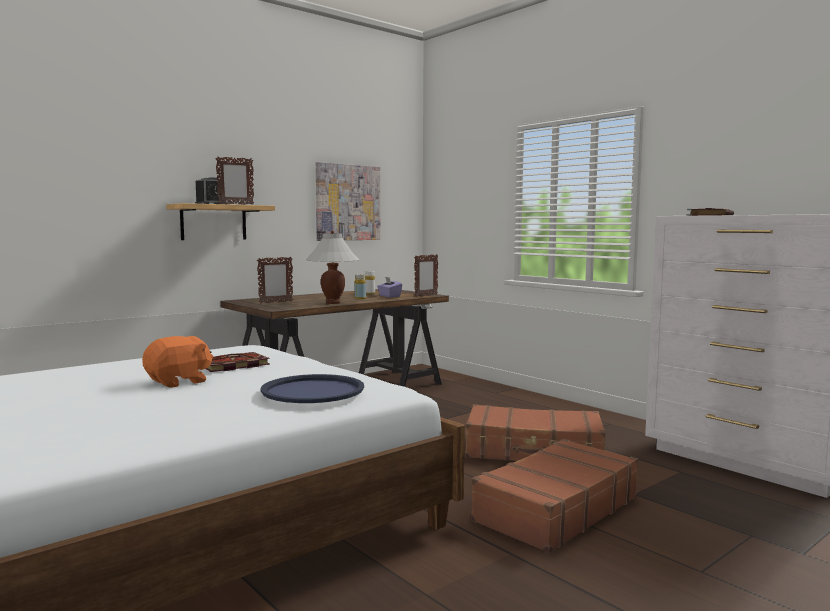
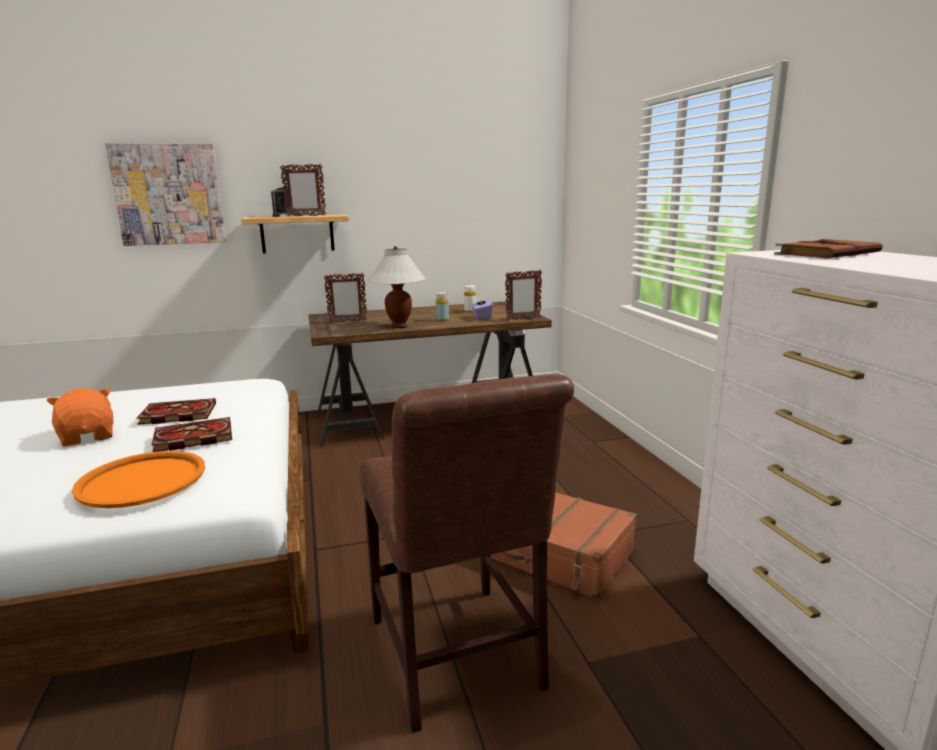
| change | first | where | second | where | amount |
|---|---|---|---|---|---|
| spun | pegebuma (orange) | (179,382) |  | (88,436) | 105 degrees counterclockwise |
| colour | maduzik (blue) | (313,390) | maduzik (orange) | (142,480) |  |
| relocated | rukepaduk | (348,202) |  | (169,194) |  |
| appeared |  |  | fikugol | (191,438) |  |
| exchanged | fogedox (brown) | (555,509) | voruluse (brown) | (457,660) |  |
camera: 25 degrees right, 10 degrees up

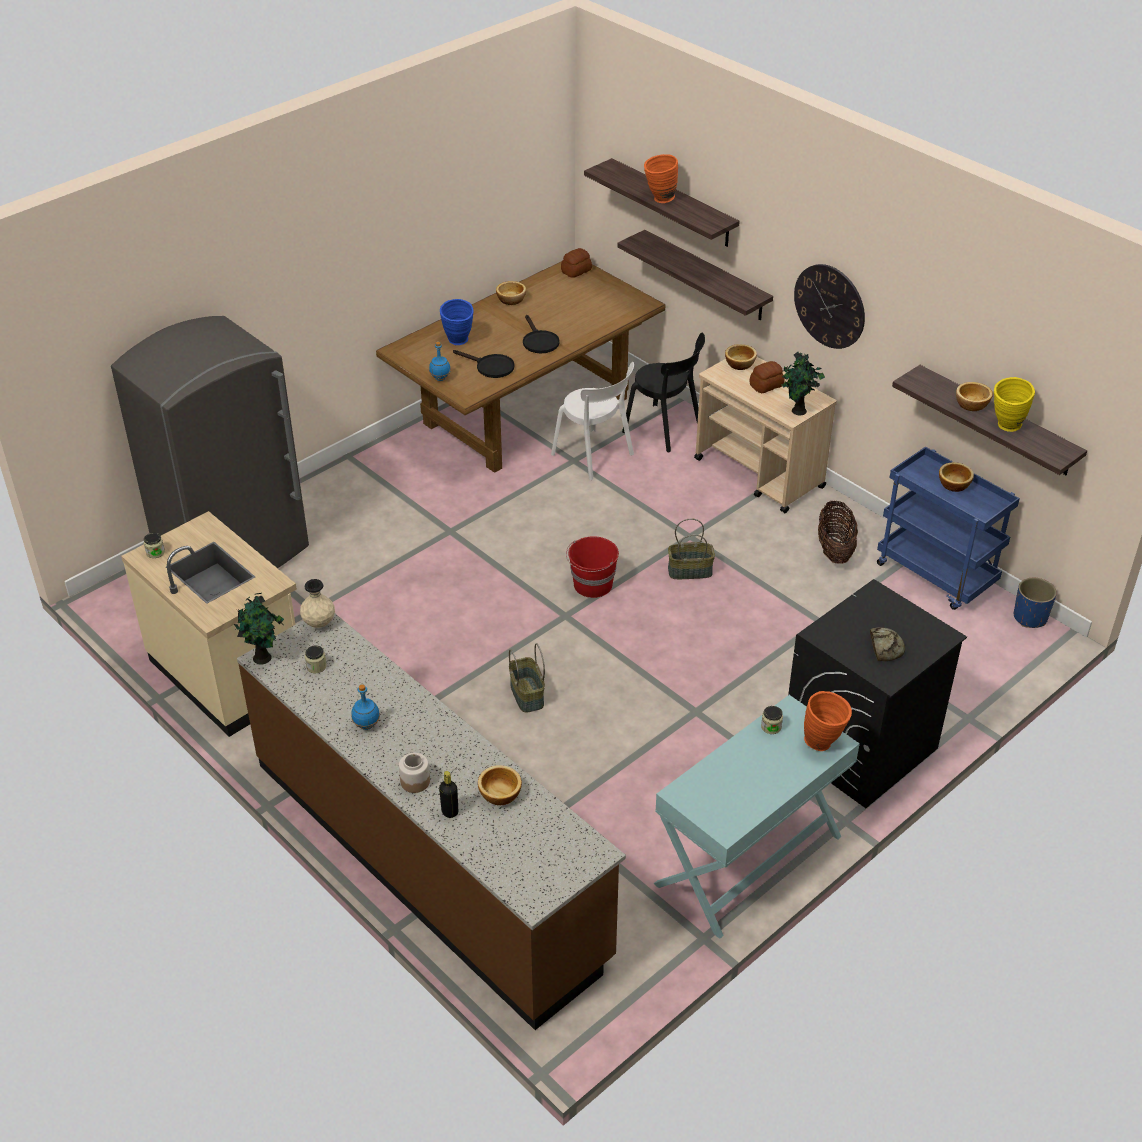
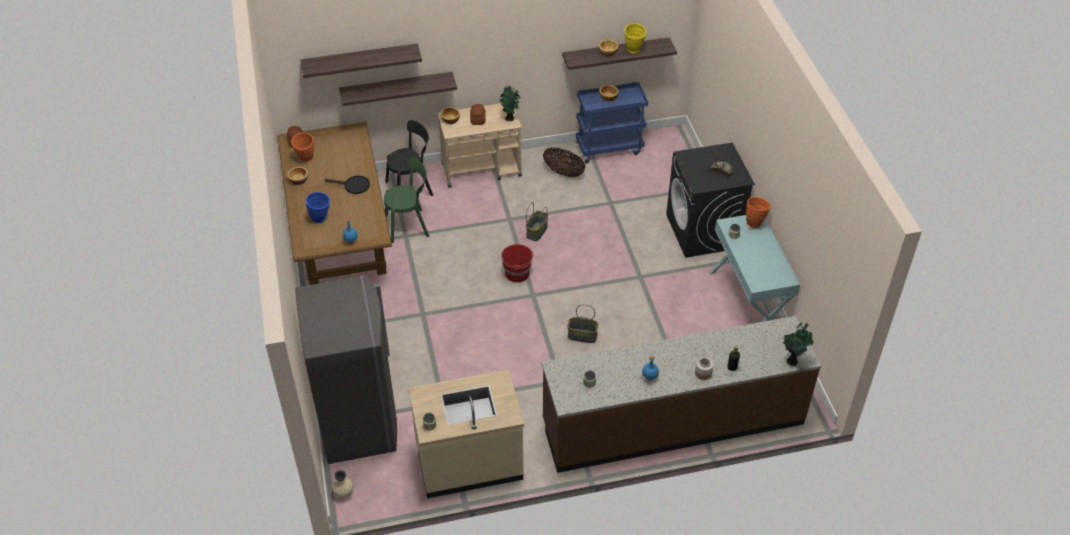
| change | first | where | second | where | amount |
|---|---|---|---|---|---|
| relocated | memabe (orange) | (659,199) |  | (306,160) |  |
| relocated | memabe (beige) | (319,623) |  | (344,493) |  |
| colour | voruluse (white) | (595,456) | voruluse (green) | (409,225) |  |
| relocated | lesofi | (264,658) |  | (792,361) |  |
| missing | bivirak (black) | (490,367) |  |  |  |
| missing | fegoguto | (499,794) |  |  |  |
| missing | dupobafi | (829,306) |  |  |  |
| missing | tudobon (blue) | (1030,617) |  |  |  |
camera: 60 degrees left, 5 degrees up

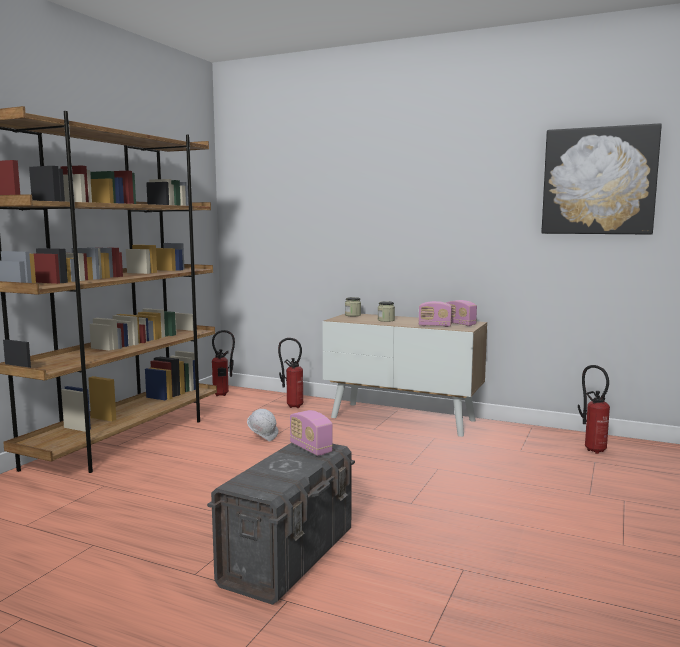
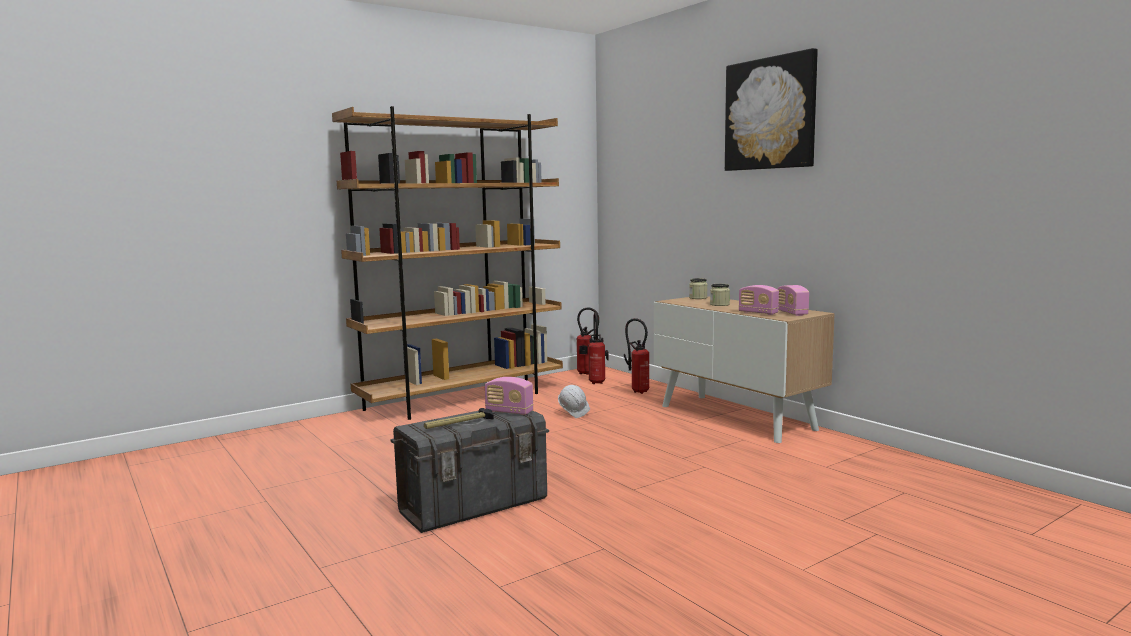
| change | first | where | second | where | amount |
|---|---|---|---|---|---|
| appeared |  |  | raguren | (459,424) |  |
| spun | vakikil | (310,448) |  | (509,412) | 60 degrees counterclockwise |
| relocated | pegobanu | (593,449) |  | (597,382) |  |
| relocated | rukepaduk | (598,181) |  | (770,114) |  |
camera: 30 degrees right, 0 degrees up

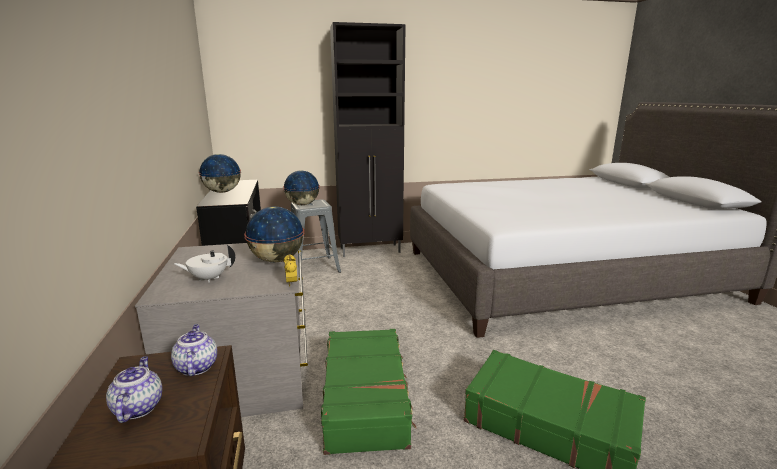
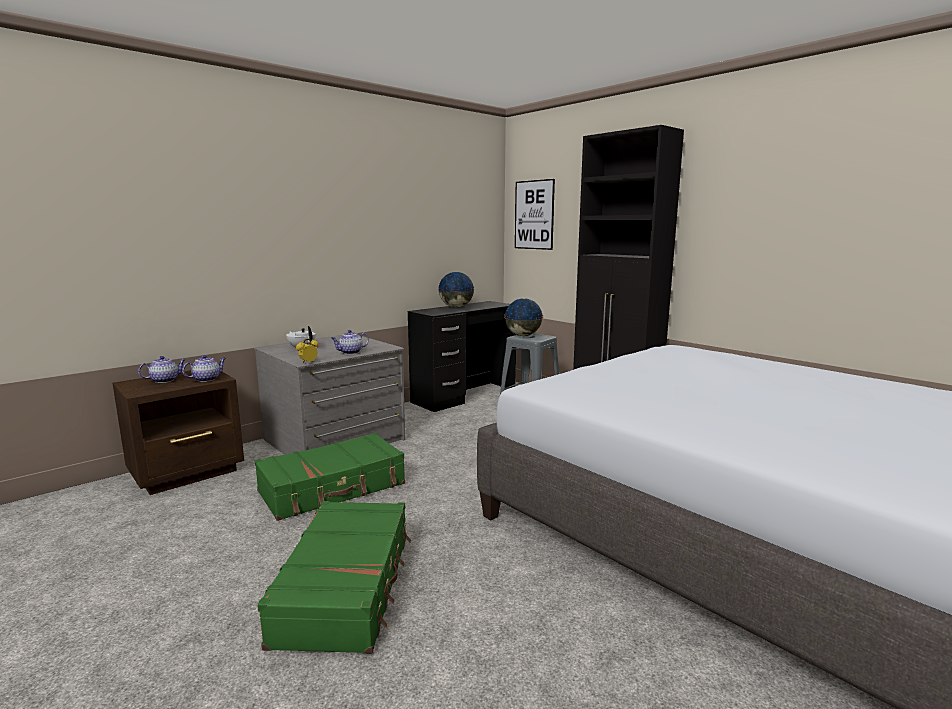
| change | first | where | second | where | amount |
|---|---|---|---|---|---|
| exchanged | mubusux | (277,260) | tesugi | (350,352) |  |
| appeared |  |  | rukepaduk | (534,215) |  |
camera: 60 degrees right, 5 degrees down

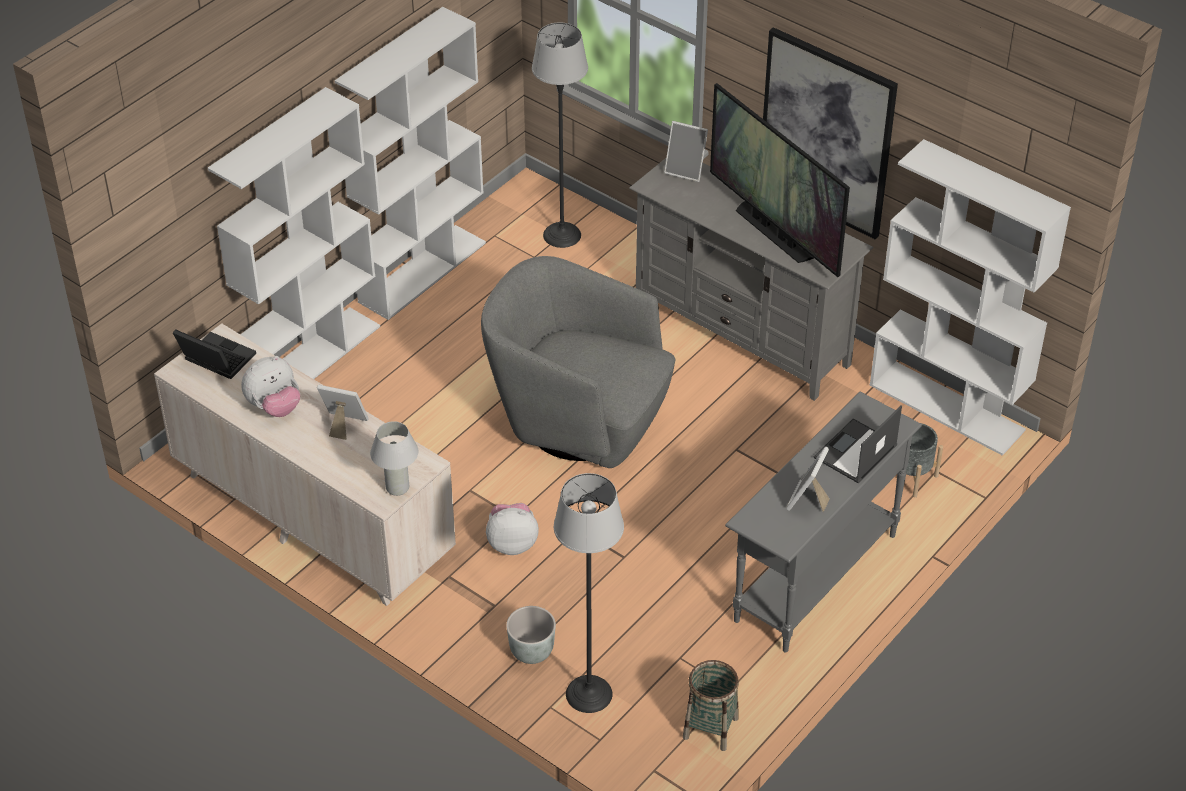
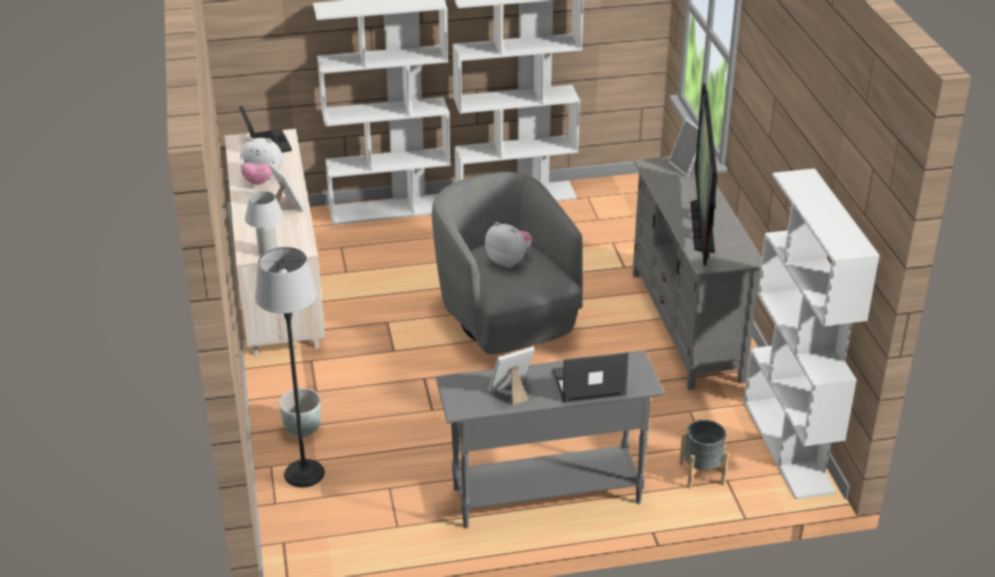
| change | first | where | second | where | amount |
|---|---|---|---|---|---|
| relocated | pegebuma | (512,543) |  | (509,261) |  |
| missing | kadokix | (561,234) |  |  |  |
| missing | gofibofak | (710,728) |  |  |  |
| missing | rukepaduk | (827,133) |  |  |  |
camera: 40 degrees right, 10 degrees down

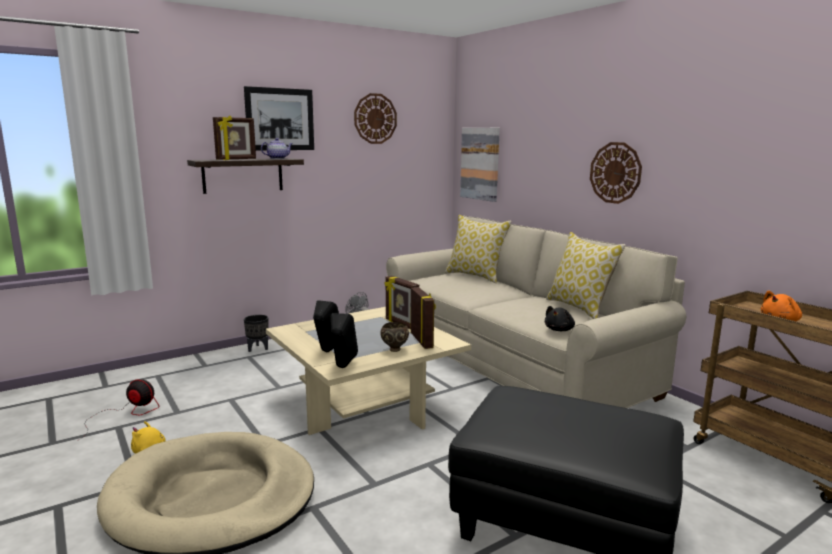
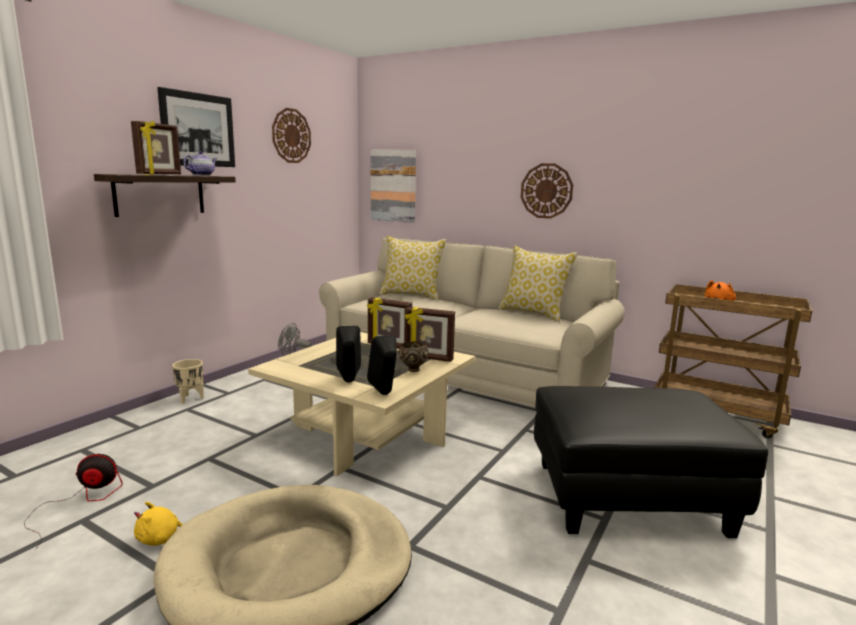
| change | first | where | second | where | amount |
|---|---|---|---|---|---|
| colour | tudobon (black) | (258,348) | tudobon (beige) | (190,398) |  |
| spun | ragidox | (422,340) |  | (428,358) | 150 degrees clockwise |
| missing | pegebuma (black) | (559,330) |  |  |  |
camera: 25 degrees left, 0 degrees up

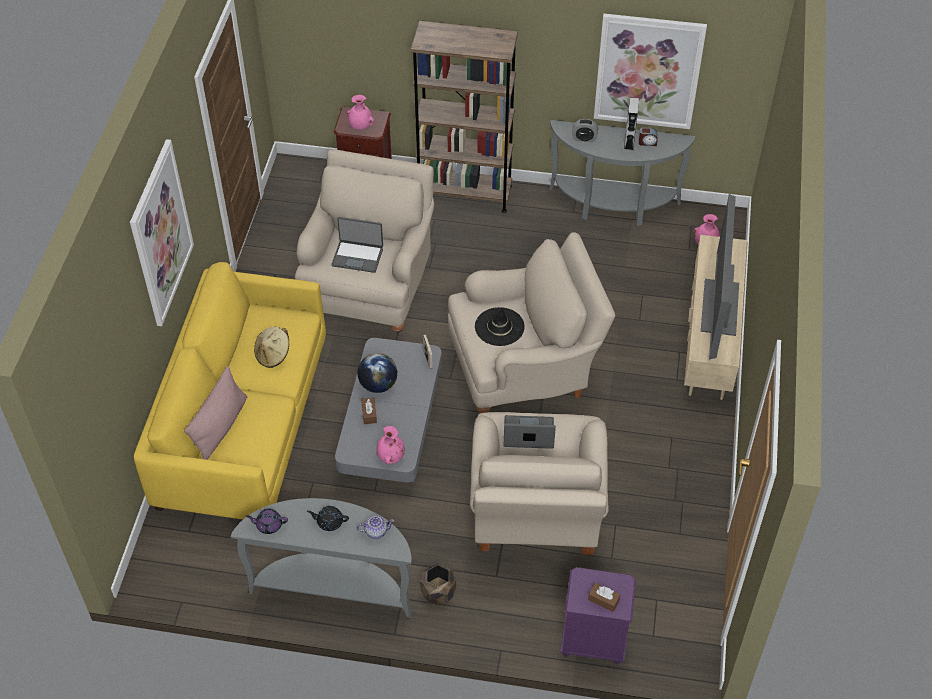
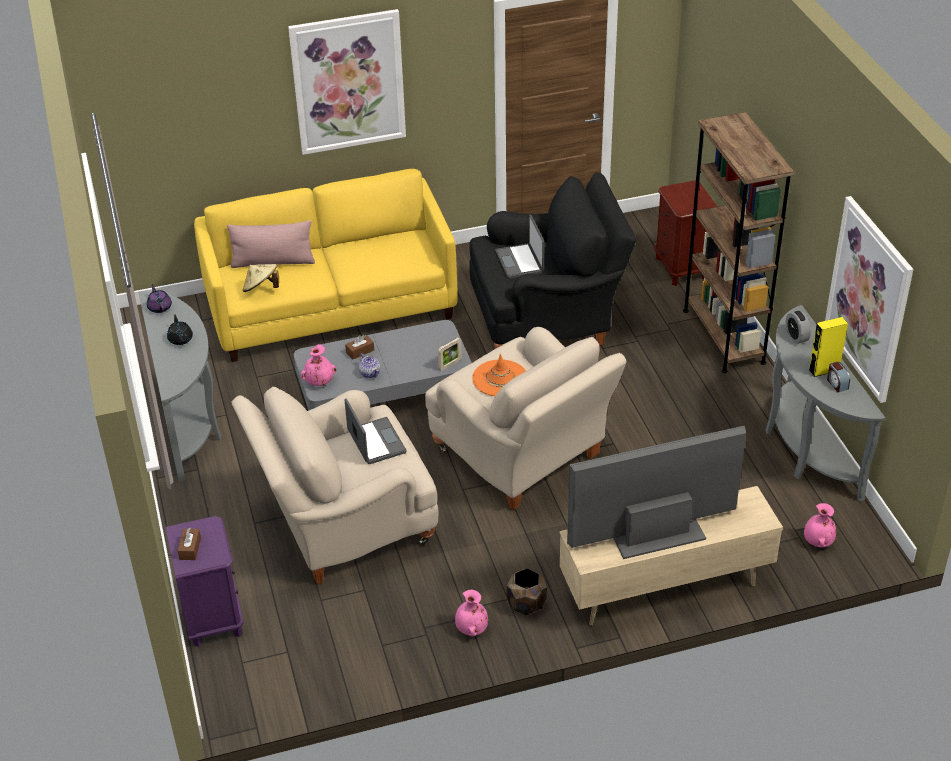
| change | first | where | second | where | amount |
|---|---|---|---|---|---|
| relocated | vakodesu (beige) | (273,355) |  | (261,288) |  |
| relocated | tesugi | (375,531) |  | (370,373) |  |
| relocated | memabe (pink) | (360,126) |  | (471,628) |  |
| colour | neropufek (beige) | (370,285) | neropufek (black) | (548,319) |  |
| colour | vakodesu (black) | (499,327) | vakodesu (orange) | (500,378) |  |
| relocated | tudobon (brown) | (438,593) |  | (526,604) |  |
| colour | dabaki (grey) | (629,142) | dabaki (yellow) | (824,370) |  |
| missing | mubusux | (378,385) |  |  |  |
camera: 65 degrees right, 10 degrees down

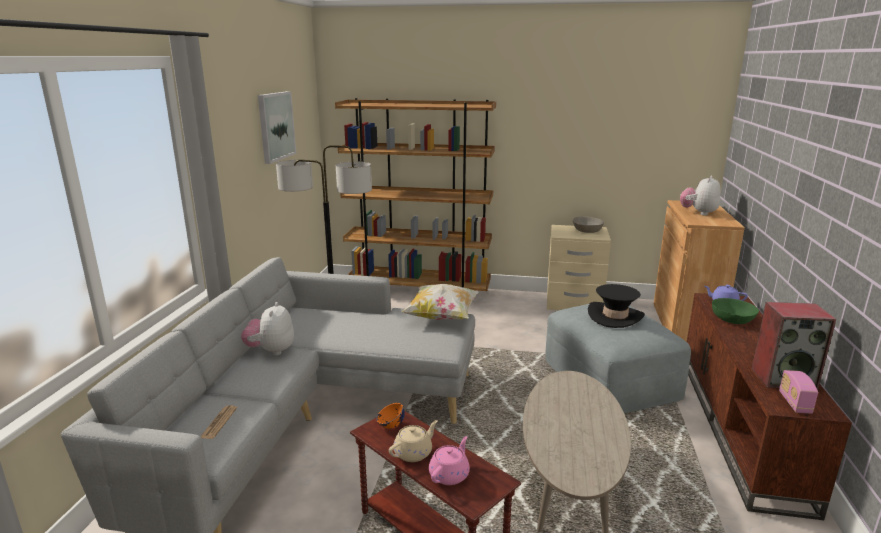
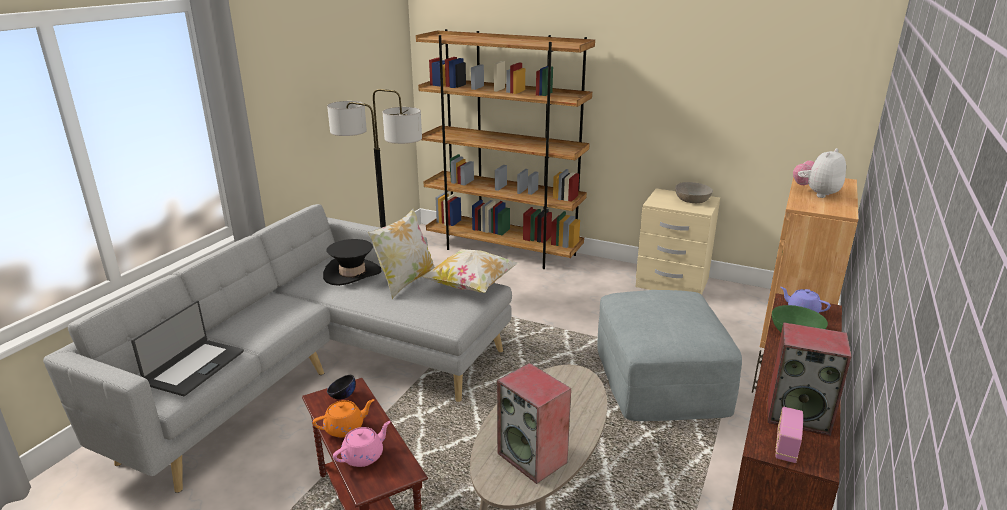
| change | first | where | second | where | amount |
|---|---|---|---|---|---|
| exchanged | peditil | (219,423) | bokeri | (194,367) |  |
| colour | tesugi (beige) | (414,453) | tesugi (orange) | (345,428) |  |
| relocated | vakodesu (black) | (615,316) |  | (352,274) |  |
| colour | fegoguto (orange) | (390,425) | fegoguto (black) | (342,396) |  |
| appeared |  |  | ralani | (405,282) |  |
| appeared |  |  | dabaki | (533,458) |  |
| missing | pegebuma | (271,351) |  |  |  |
| missing | rukepaduk | (276,126) |  |  |  |
camera: 15 degrees right, 5 degrees up

